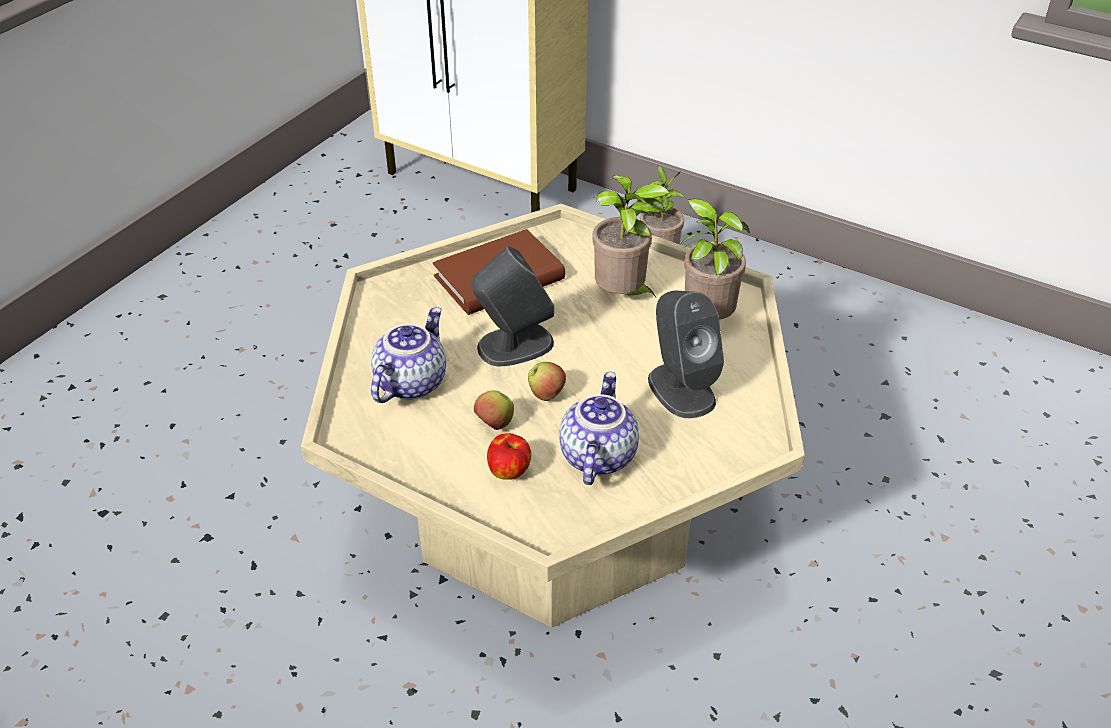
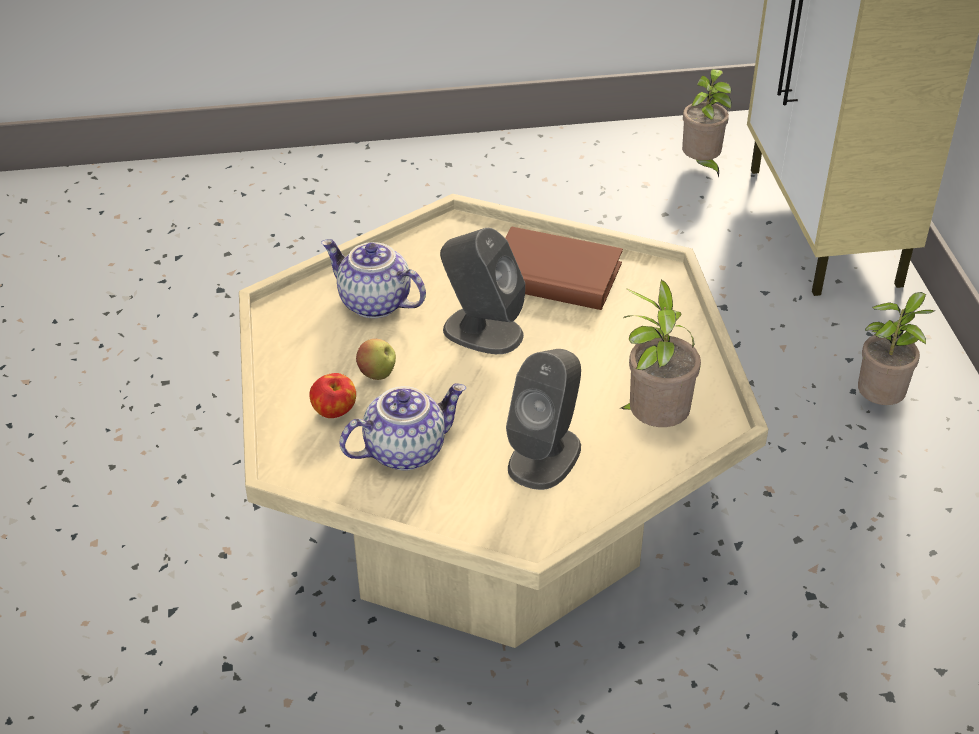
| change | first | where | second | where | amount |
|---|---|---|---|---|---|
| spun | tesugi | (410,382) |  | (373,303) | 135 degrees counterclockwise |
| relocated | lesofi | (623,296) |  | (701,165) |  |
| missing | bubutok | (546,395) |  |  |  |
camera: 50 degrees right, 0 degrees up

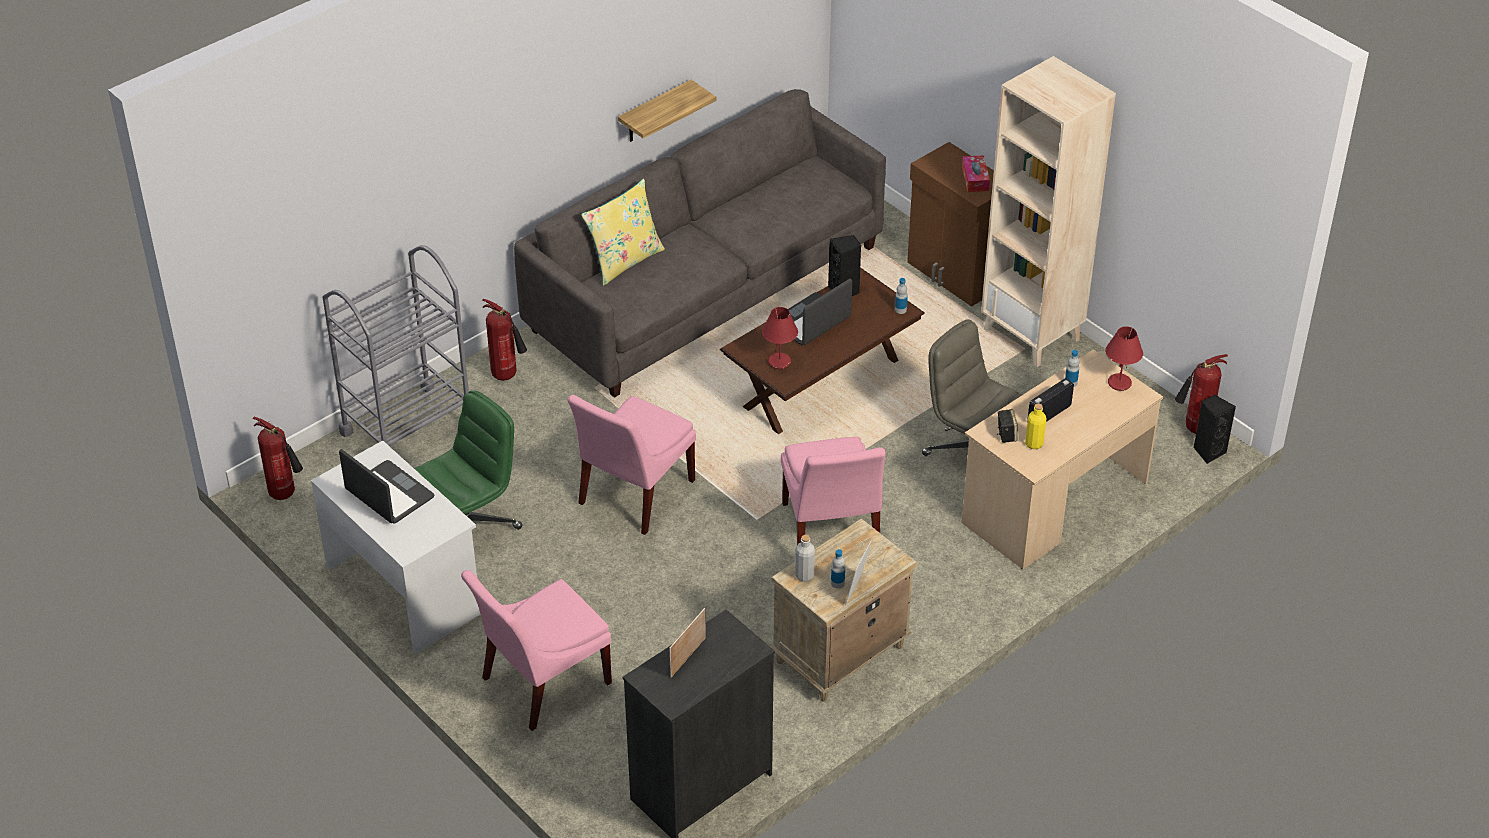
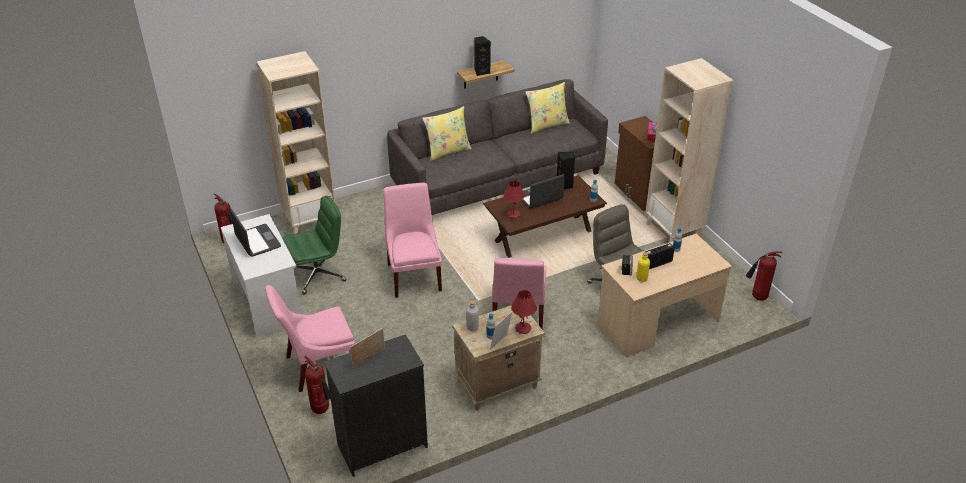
| change | first | where | second | where | amount |
|---|---|---|---|---|---|
| exchanged | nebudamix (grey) | (408,428) | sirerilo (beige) | (310,221) |  |
| relocated | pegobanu | (507,376) |  | (322,410) |  |
| spun | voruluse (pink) | (633,495) |  | (414,275) | 120 degrees clockwise |
| relocated | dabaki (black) | (1208,451) |  | (481,72) |  |
| relocated | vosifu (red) | (1119,383) |  | (523,328) |  |
| appeared |  |  | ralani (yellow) | (547,125) |  |
camera: 15 degrees right, 5 degrees down

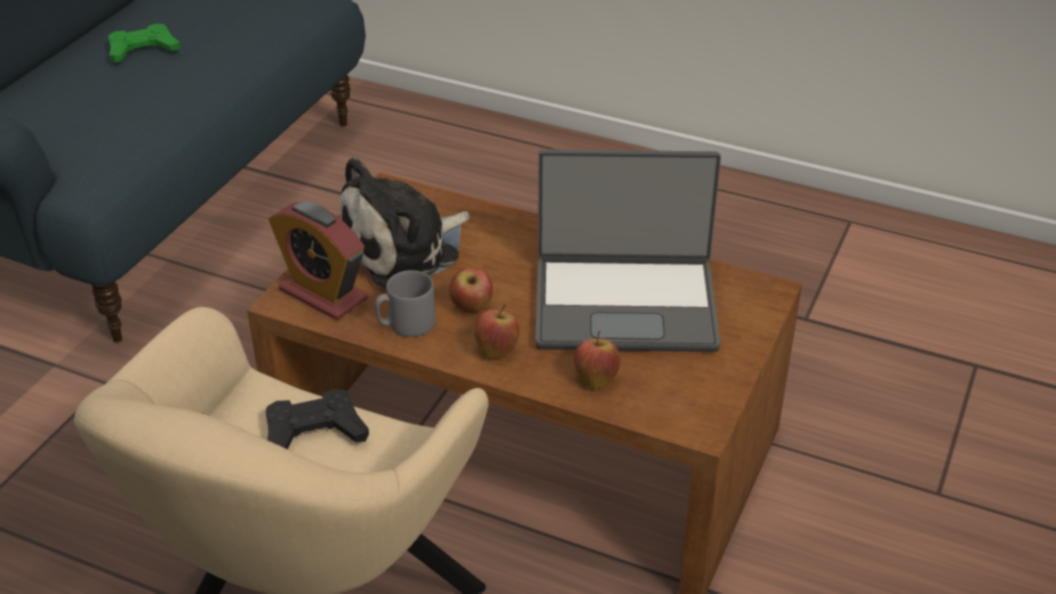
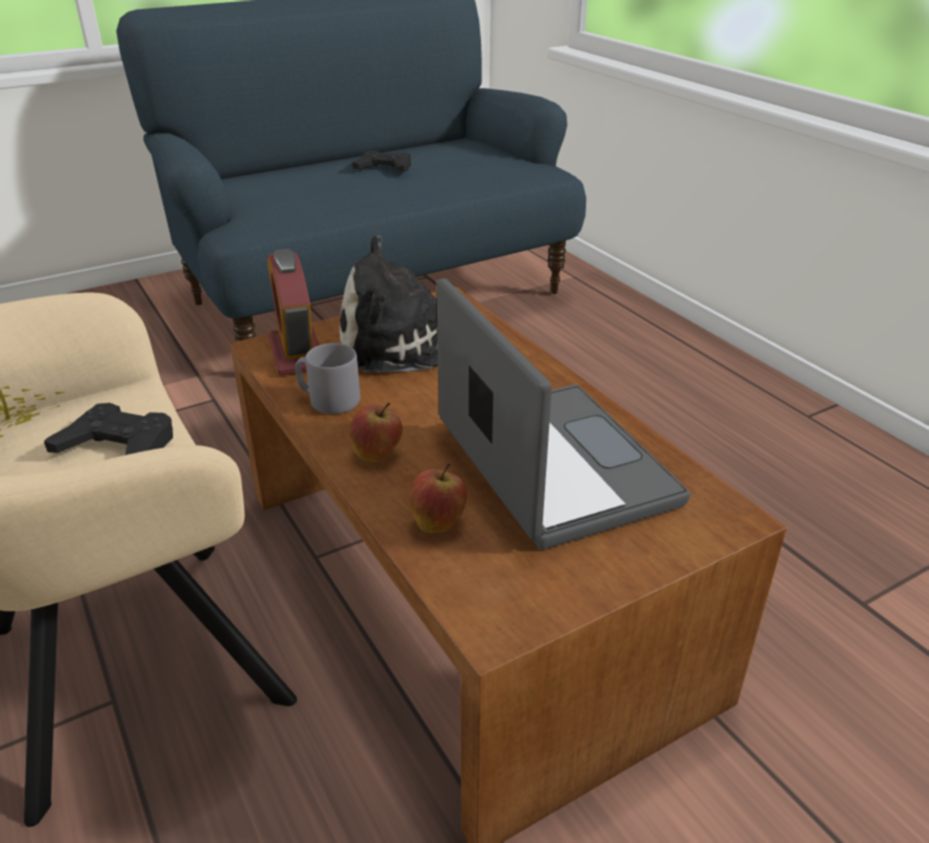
| change | first | where | second | where | amount |
|---|---|---|---|---|---|
| colour | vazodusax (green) | (142,50) | vazodusax (black) | (384,169) |  |
| spun | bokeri | (625,304) |  | (551,465) | 150 degrees counterclockwise |
| missing | bubutok | (472,308) |  |  |  |
camera: 35 degrees right, 5 degrees down

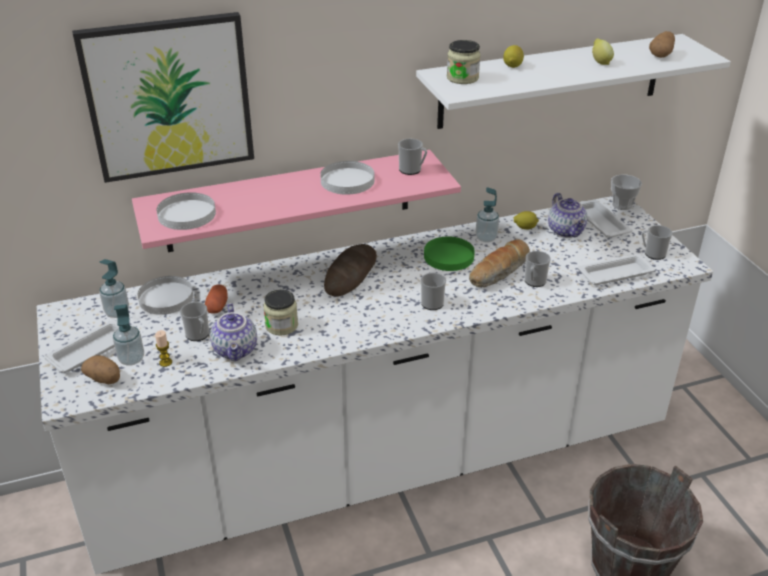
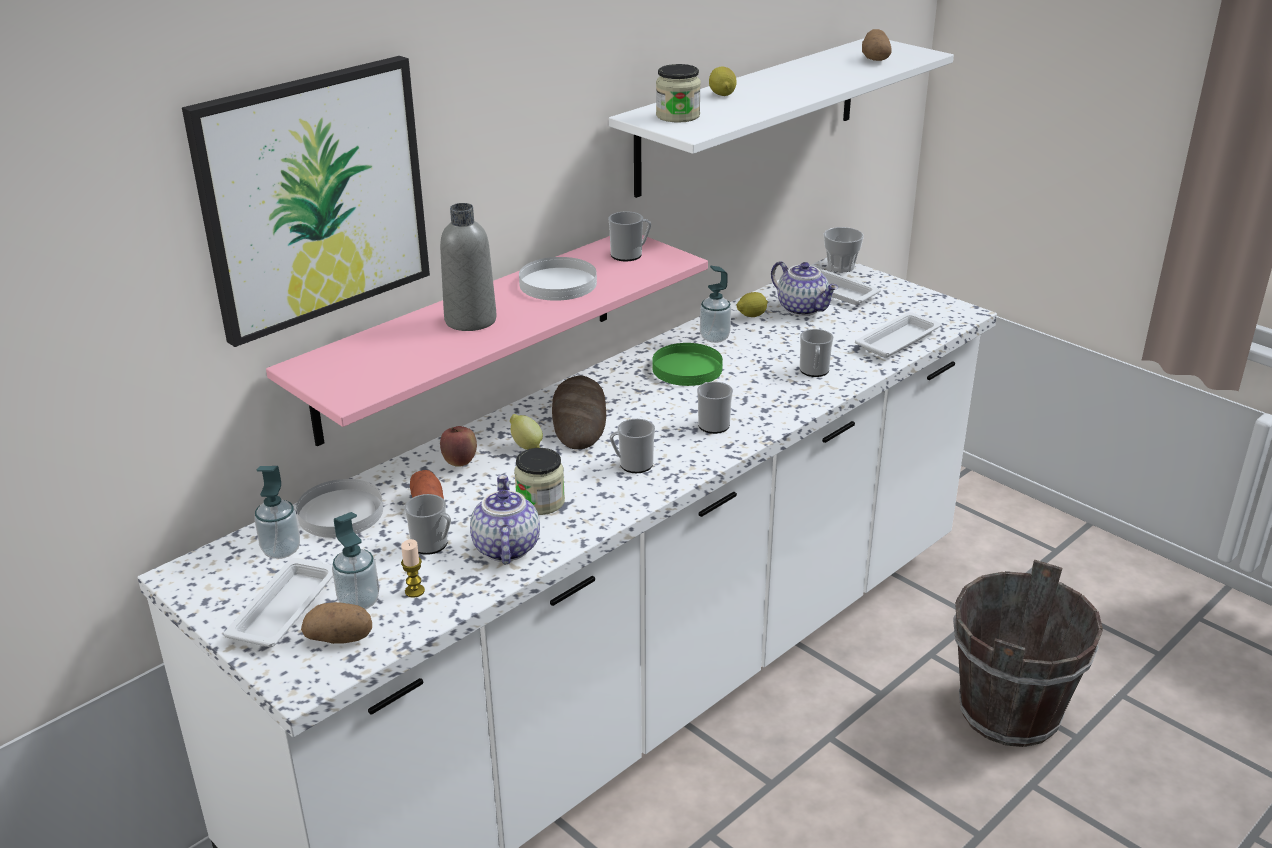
| change | first | where | second | where | amount |
|---|---|---|---|---|---|
| appeared |  |  | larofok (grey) | (470,320) |  |
| appeared |  |  | bubutok | (460,462) |  |
| spun | tesugi | (236,350) |  | (504,548) | 150 degrees counterclockwise |
| relocated | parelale | (600,62) |  | (525,446) |  |
| relocated | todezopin | (652,253) |  | (632,465) |  |
| missing | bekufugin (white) | (187,214) |  |  |  |
| missing | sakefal | (499,272) |  |  |  |
camera: 25 degrees left, 5 degrees down

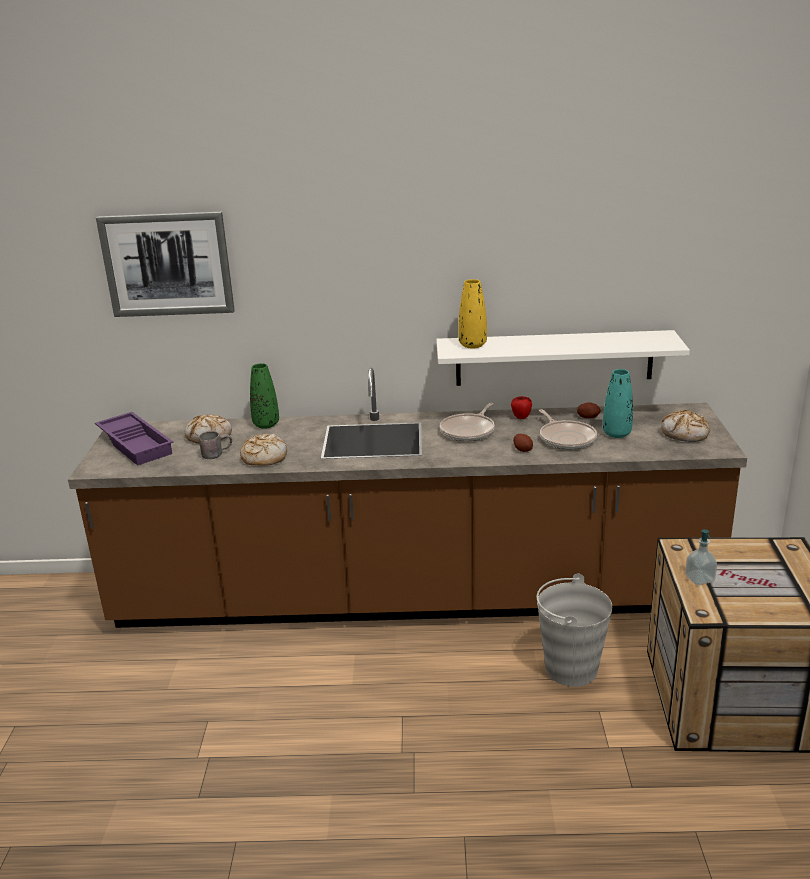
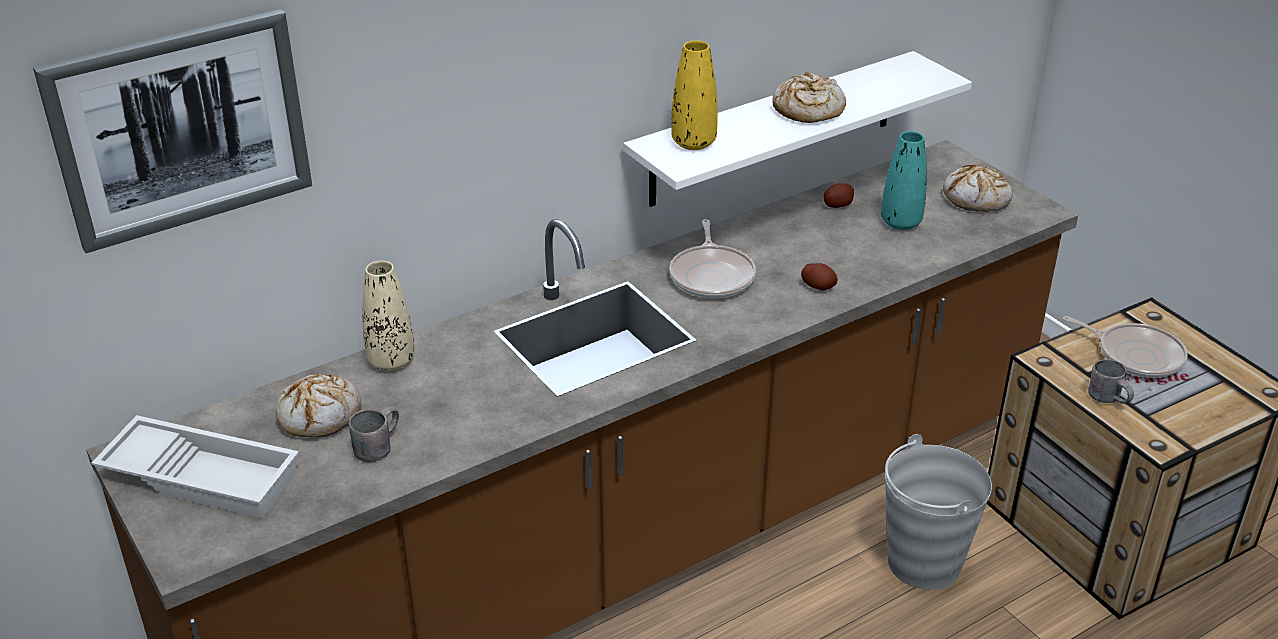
| change | first | where | second | where | amount |
|---|---|---|---|---|---|
| colour | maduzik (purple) | (137,443) | maduzik (white) | (203,475) |  |
| colour | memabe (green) | (266,424) | memabe (beige) | (391,361) |  |
| relocated | sakefal | (263,457) |  | (807,110) |  |
| relocated | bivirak | (566,438) |  | (1135,355) |  |
| exchanged | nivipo | (699,579) | todezopin (grey) | (1110,398) |  |
| missing | bubutok | (521,417) |  |  |  |
camera: 35 degrees left, 10 degrees up

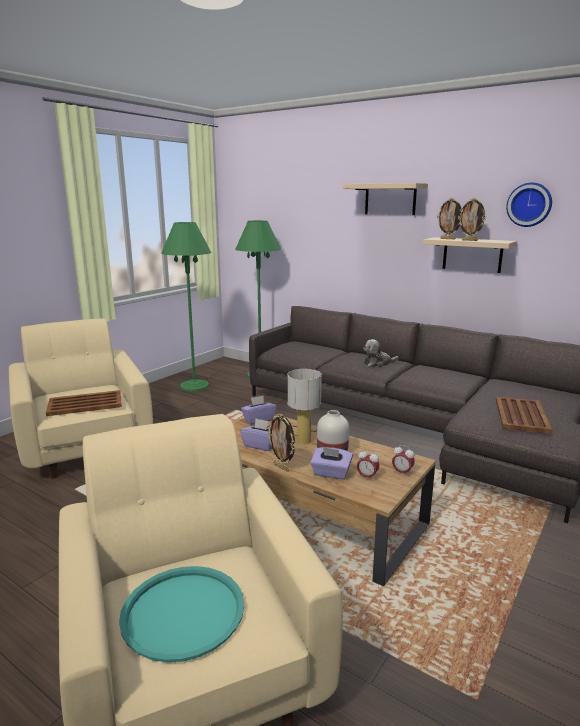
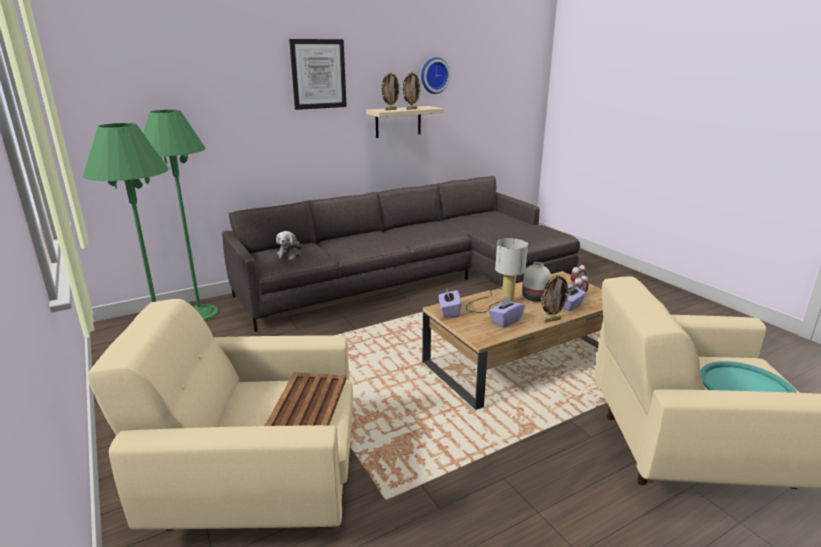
| change | first | where | second | where | amount |
|---|---|---|---|---|---|
| relocated | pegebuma | (378,363) |  | (290,254) |  |
| exchanged | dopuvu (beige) | (390,199) | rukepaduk | (318,74) |  |
| missing | maduzik (brown) | (521,415) |  |  |  |
camera: 65 degrees left, 5 degrees up

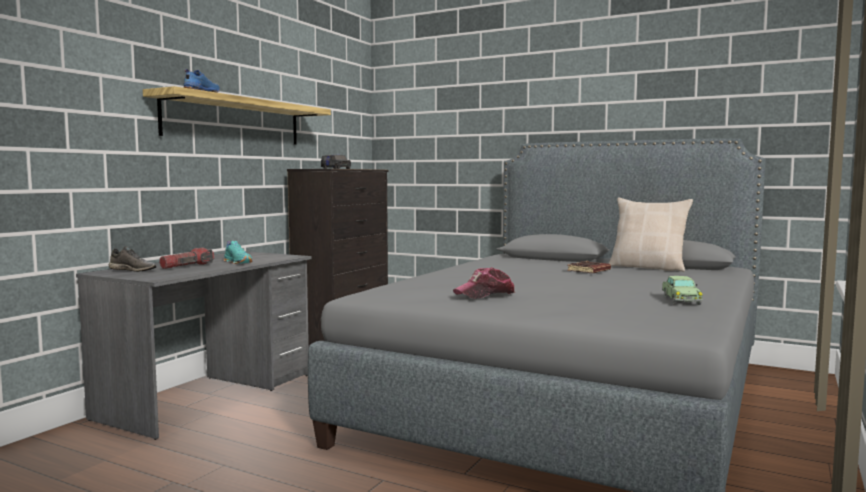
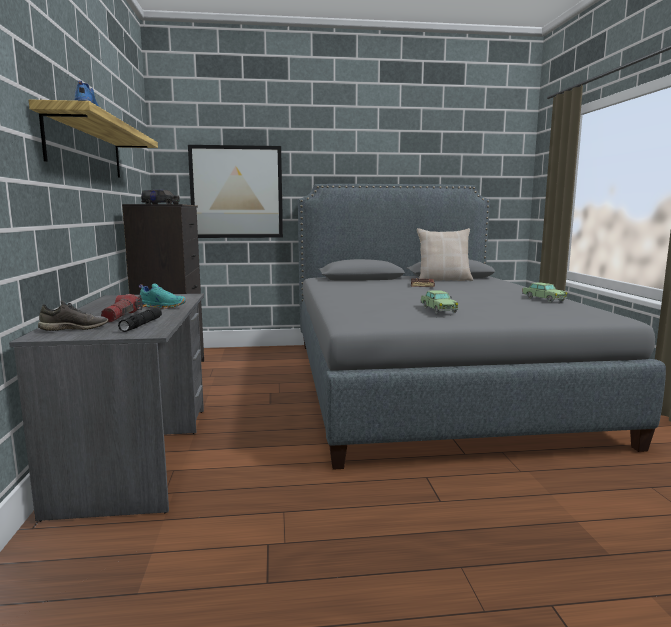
| change | first | where | second | where | amount |
|---|---|---|---|---|---|
| appeared |  |  | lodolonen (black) | (141,325) |  |
| appeared |  |  | rukepaduk | (236,192) |  |
| exchanged | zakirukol | (485,294) | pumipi | (438,310) |  |
camera: 35 degrees left, 5 degrees up

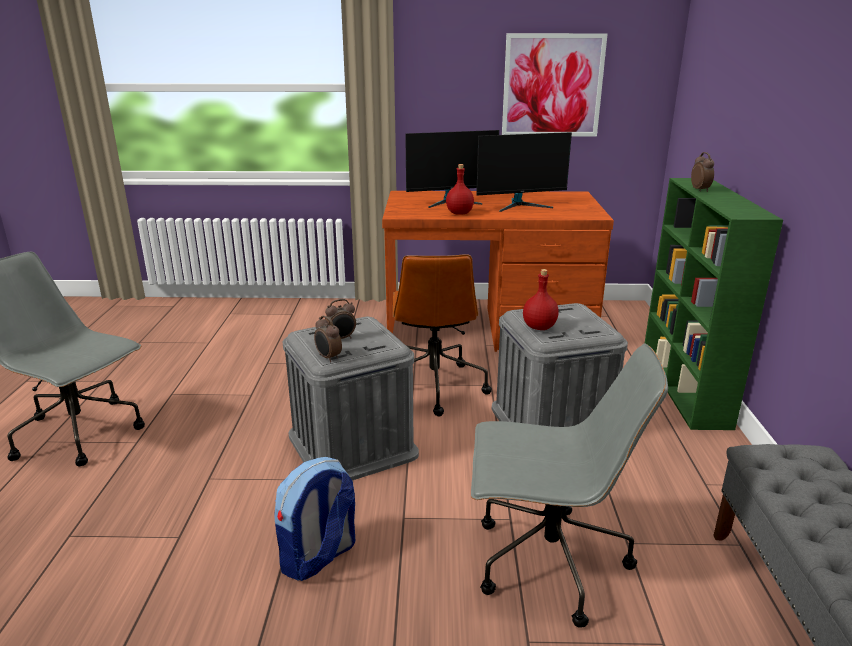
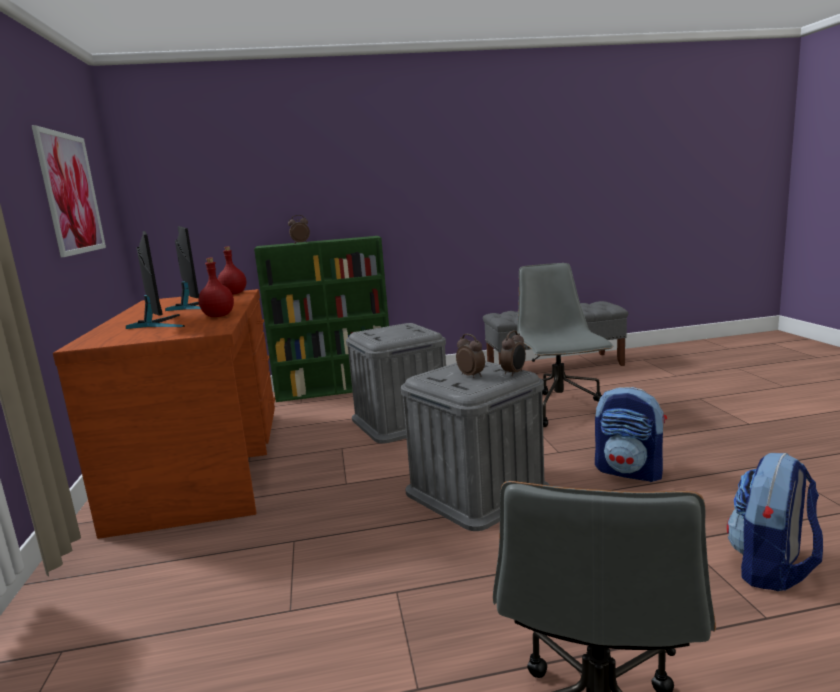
| change | first | where | second | where | amount |
|---|---|---|---|---|---|
| relocated | larofok (red) | (540,327) |  | (234,293) |  |
| appeared |  |  | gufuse | (772,569) |  |
| missing | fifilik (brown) | (434,386) |  |  |  |
camera: 100 degrees left, 10 degrees down

